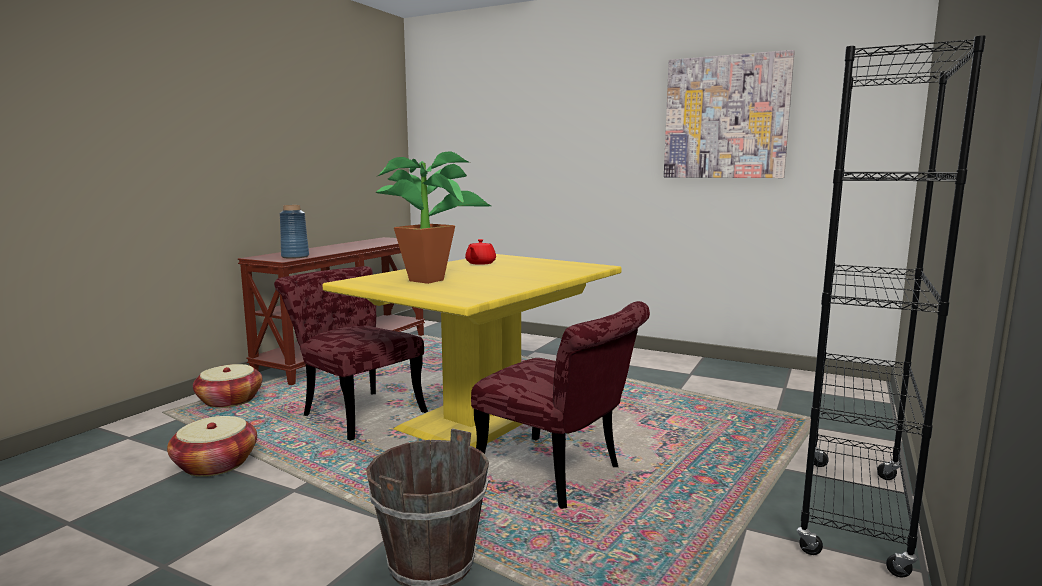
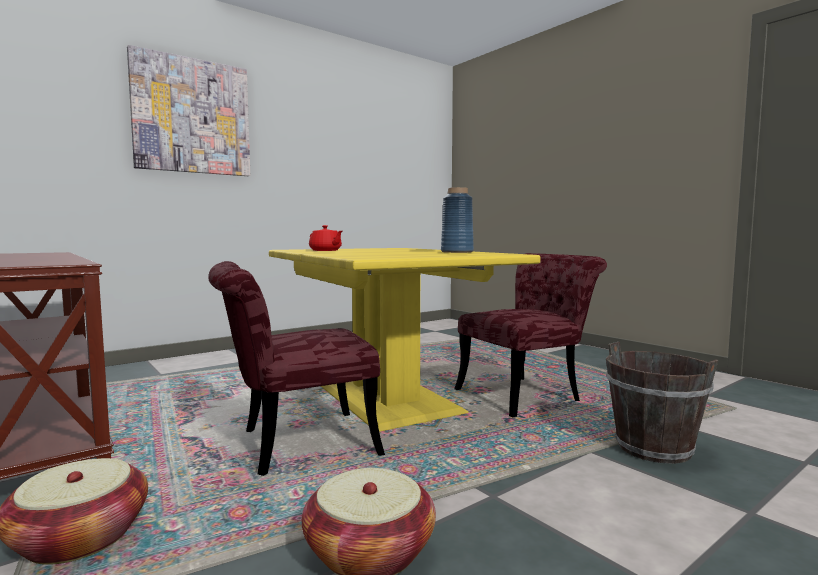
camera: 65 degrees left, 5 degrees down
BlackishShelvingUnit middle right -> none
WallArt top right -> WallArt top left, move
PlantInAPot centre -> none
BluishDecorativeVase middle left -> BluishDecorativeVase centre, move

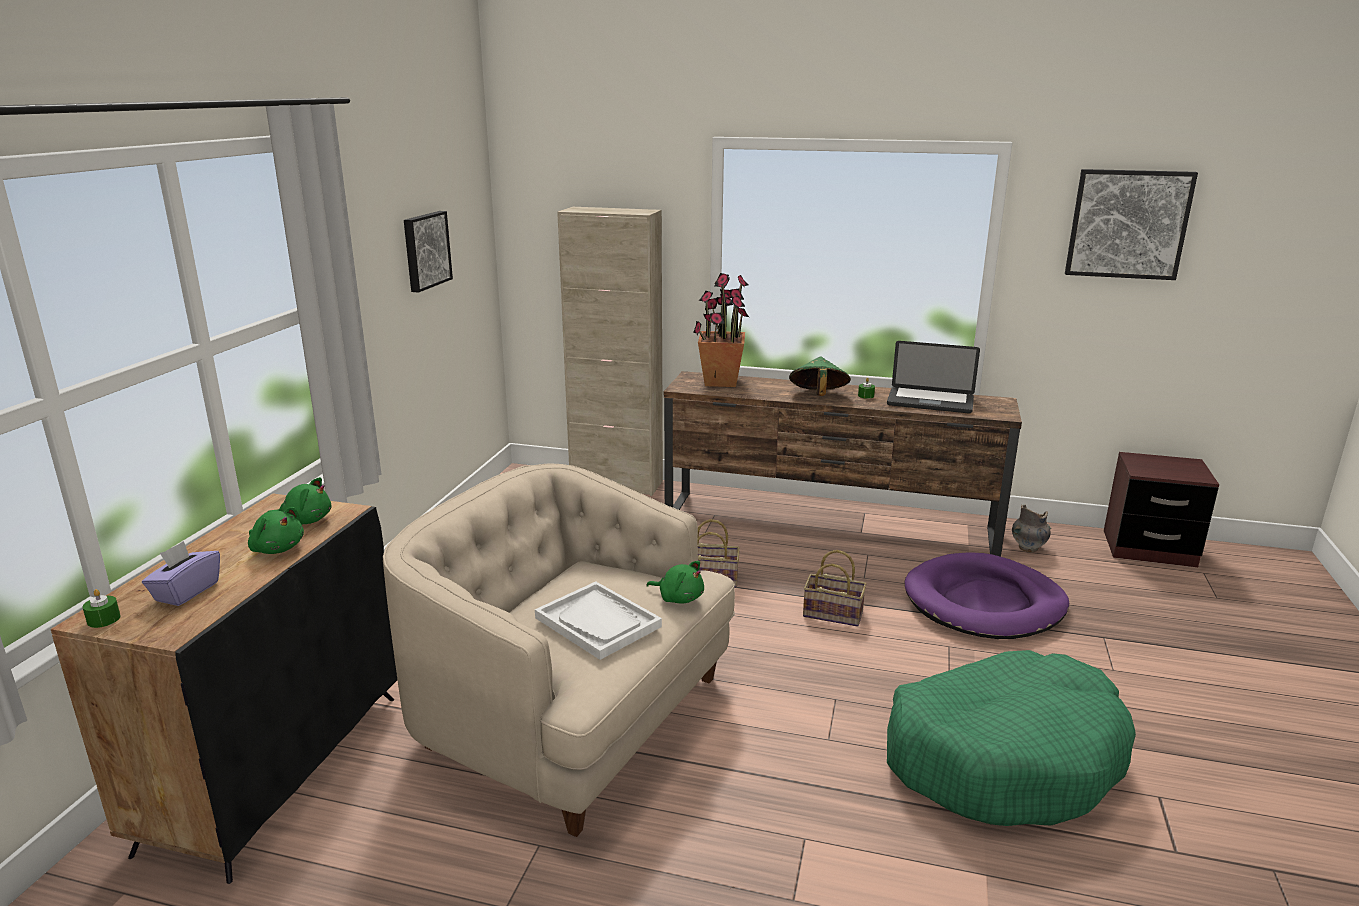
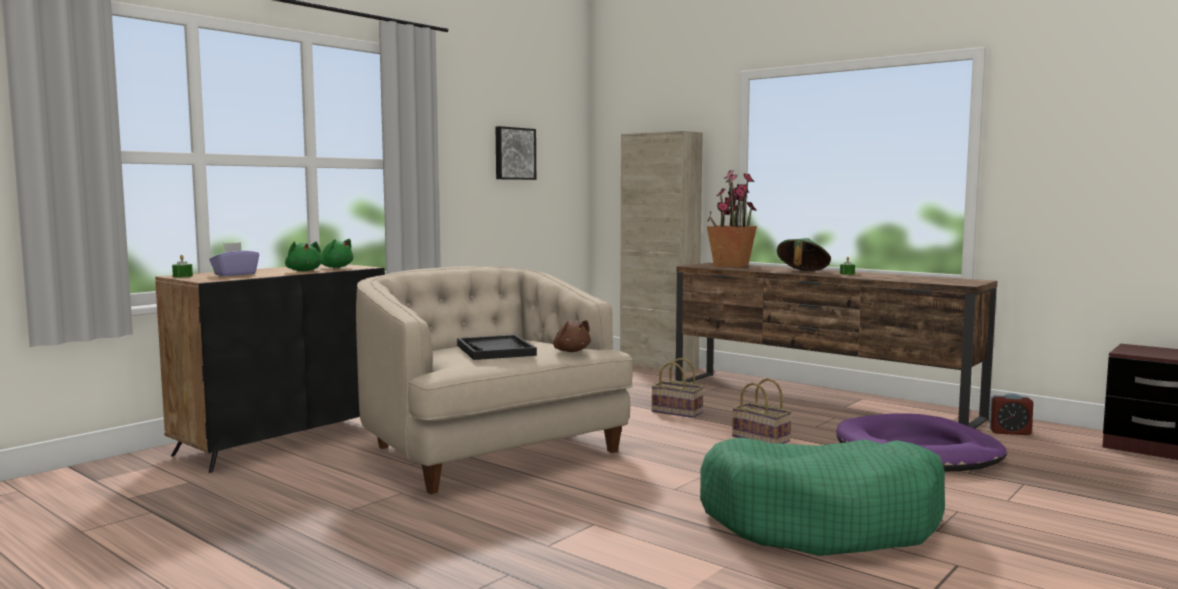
camera: 25 degrees right, 15 degrees down
WallArt (2nd from left) top right -> none
Laptop middle right -> none
GrayDecorativeVase middle right -> BedsideClock bottom right
GreenishCuddlyToy (3rd from left) centre -> BrownCuddlyToy centre
WhiteCarryingTray bottom centre -> BlackishCarryingTray centre

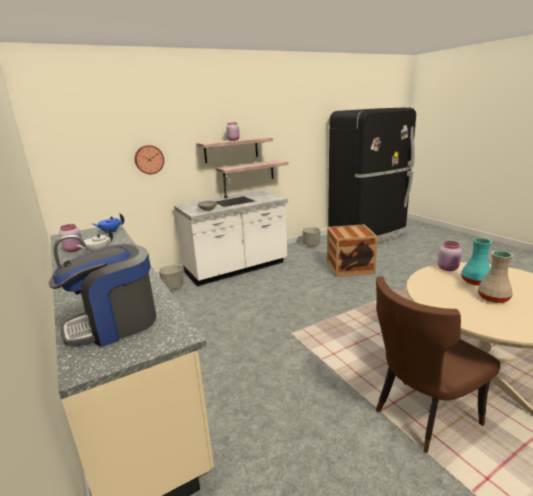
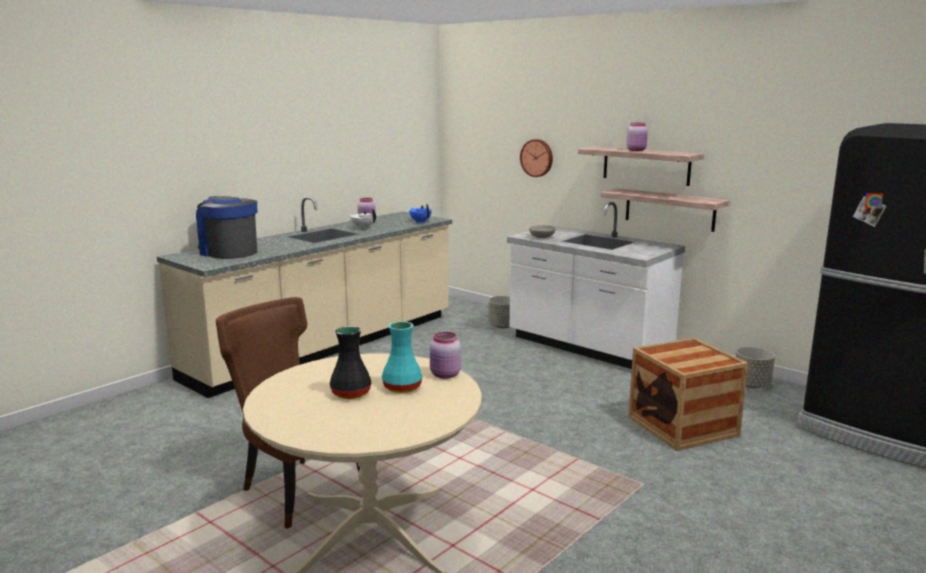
camera: 70 degrees right, 5 degrees down
BeigeColouredDecorativeVase middle right -> BlackishDecorativeVase centre

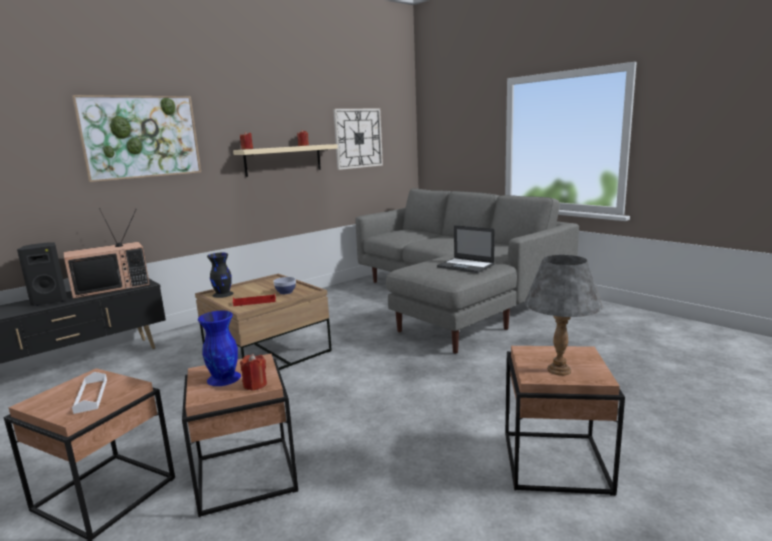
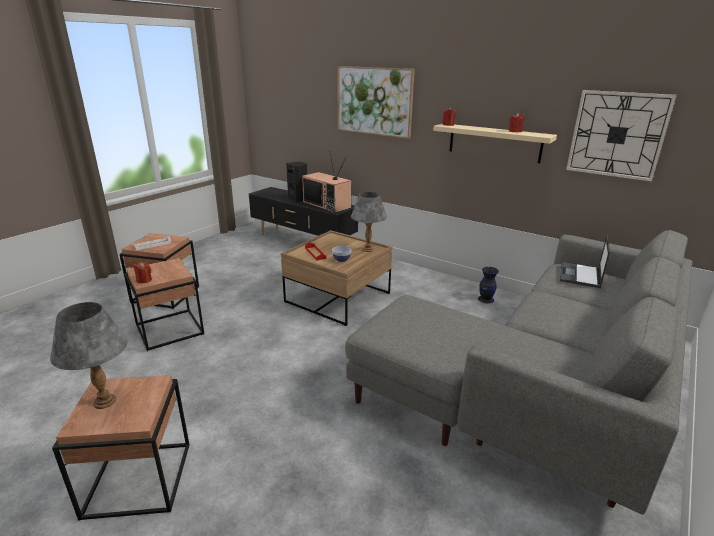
camera: 75 degrees right, 10 degrees up
Laptop centre -> Laptop middle right, move
BlackishDecorativeVase middle left -> BlackishDecorativeVase middle right, move
BluishDecorativeVase middle left -> none
none -> GrayLampForATable (2nd from left) centre

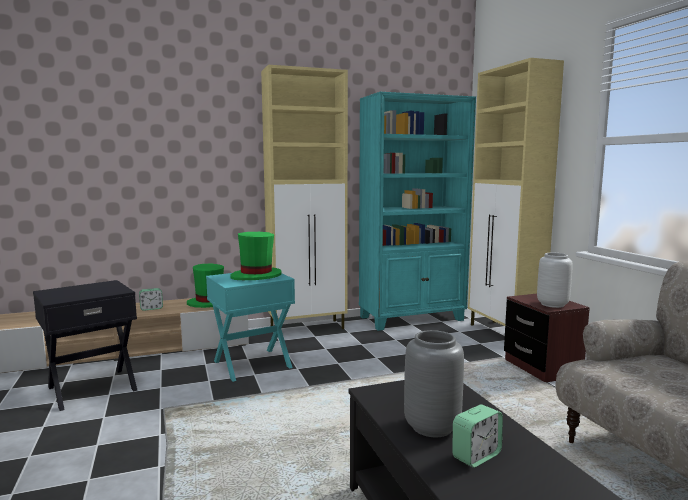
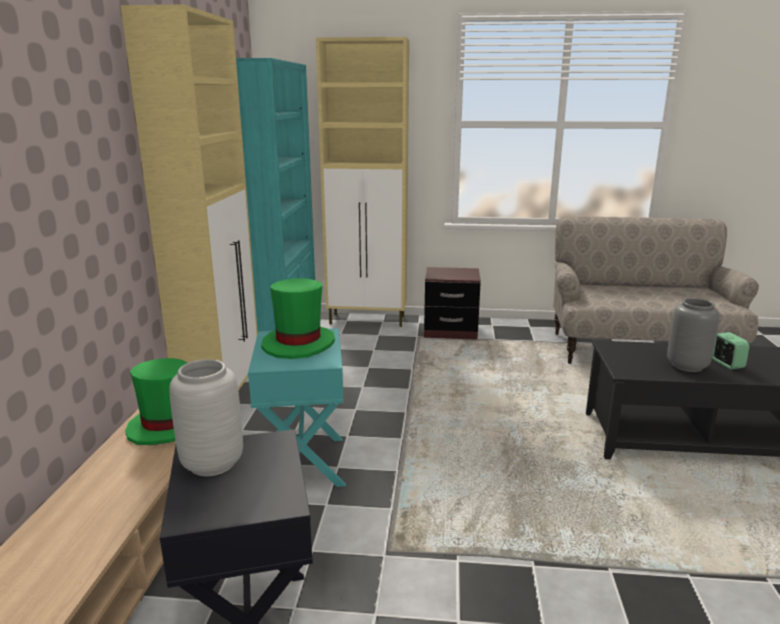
camera: 65 degrees left, 10 degrees up
GrayDecorativeVase (2nd from left in the first image) middle right -> GrayDecorativeVase (1st from left) bottom left, move
BedsideClock (1st from left) middle left -> none

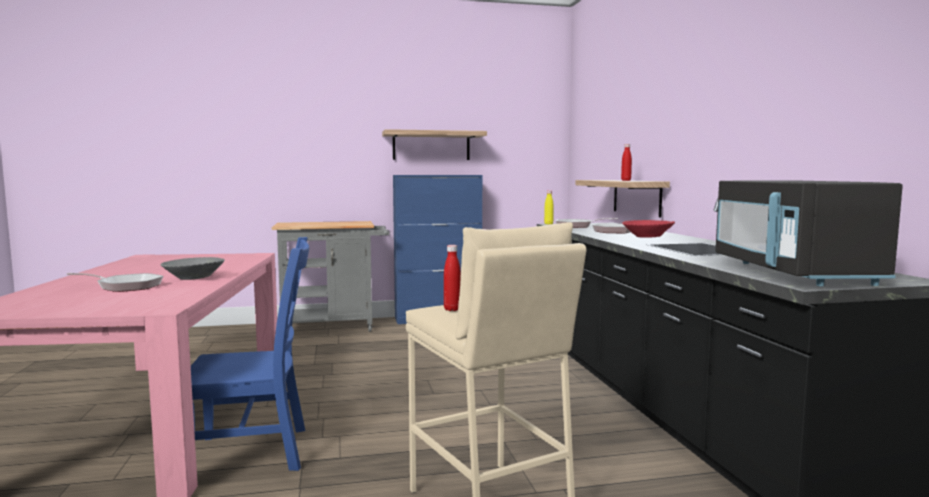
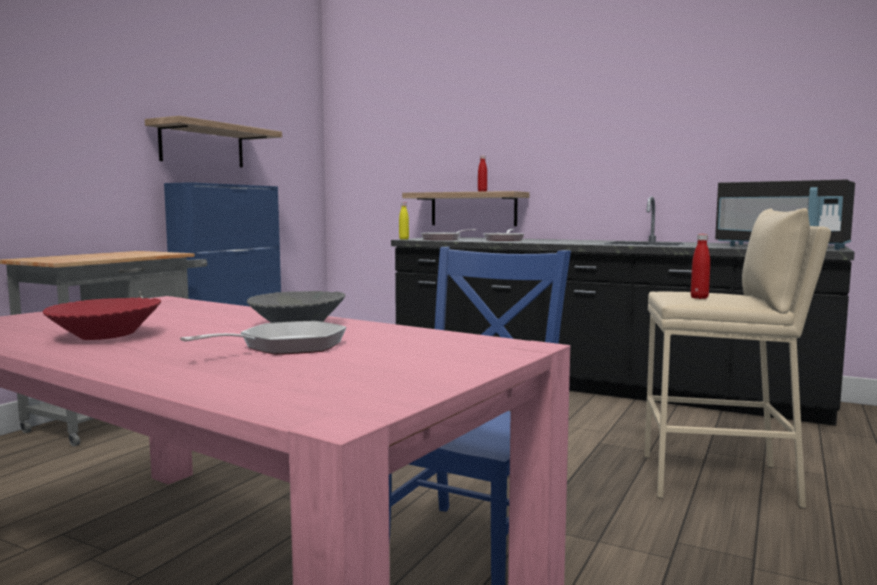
camera: 50 degrees left, 0 degrees up
RedColouredDeepDish middle right -> RedColouredDeepDish middle left, move

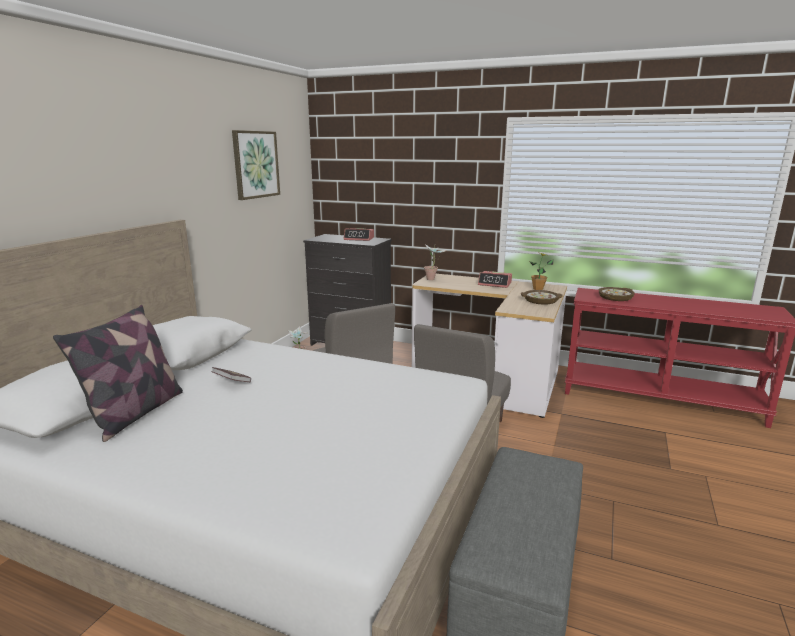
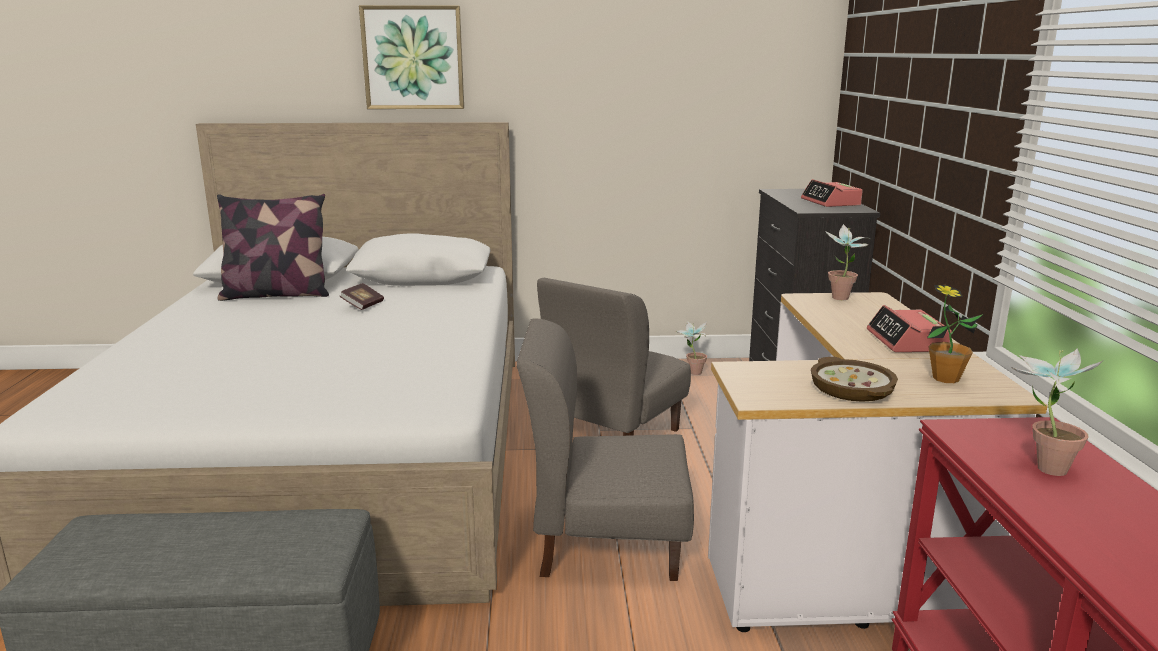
camera: 65 degrees right, 0 degrees up
WallArt top left -> WallArt top centre, move
DeepDish (2nd from left) middle right -> PlantInAPot (4th from left) middle right

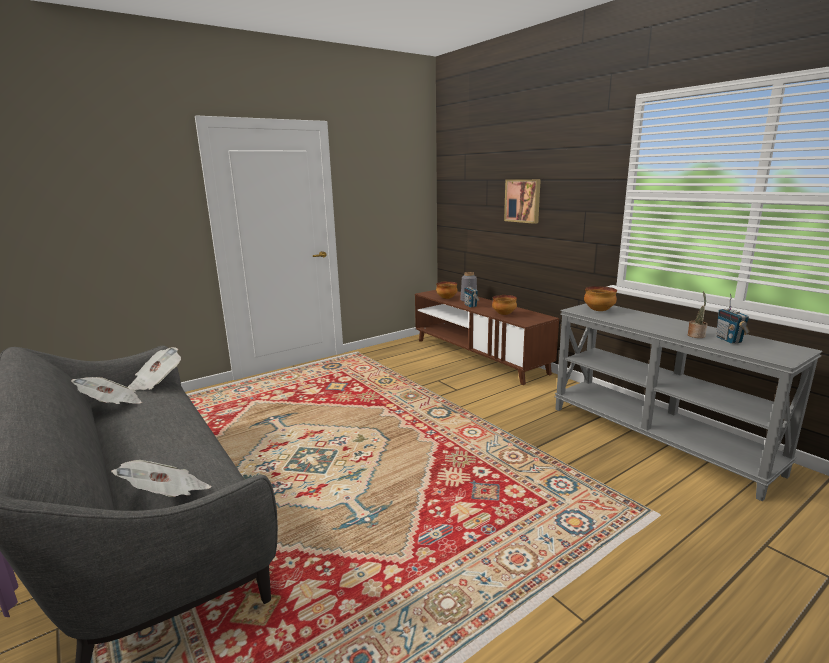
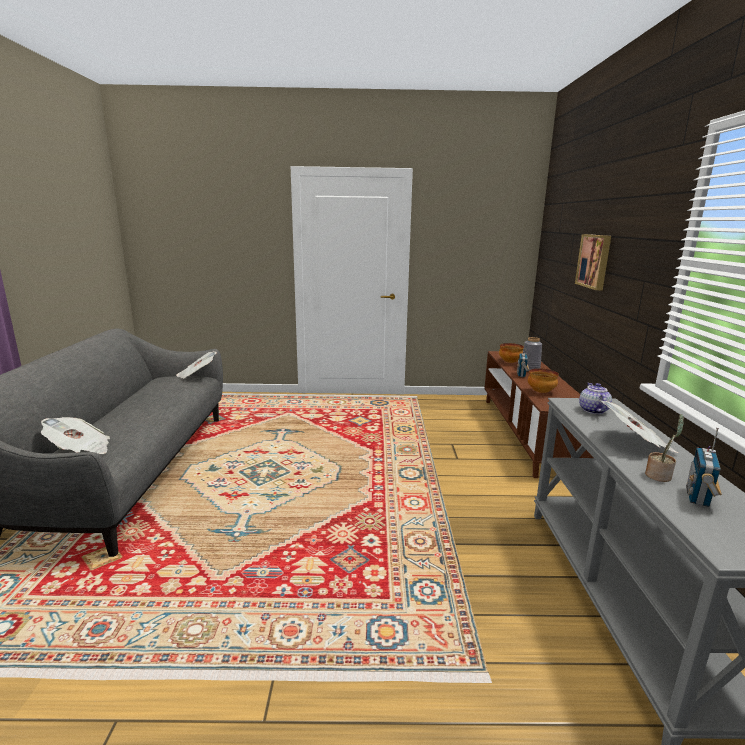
camera: 35 degrees right, 0 degrees up
DeepDish (3rd from left) middle right -> PotForTea middle right
DailyPaper (1st from left in the first image) middle left -> DailyPaper (3rd from left) middle right, move

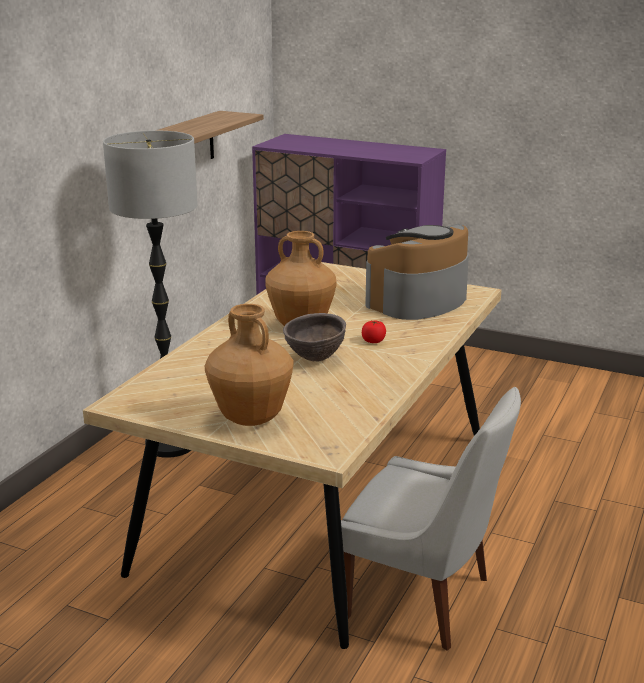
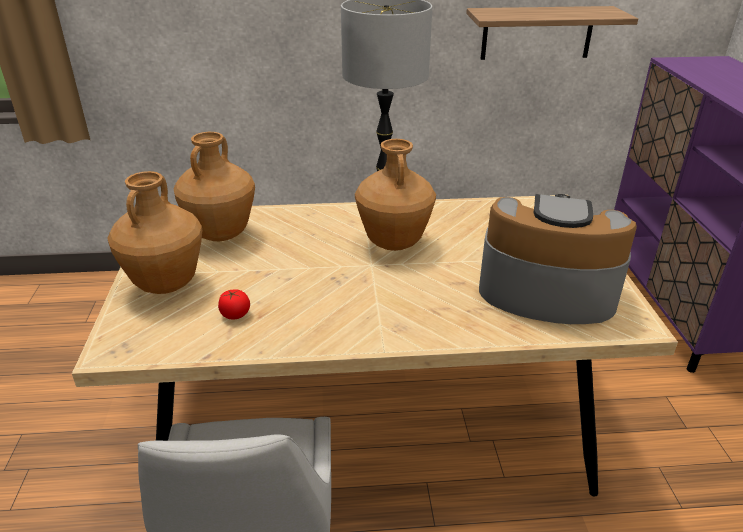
camera: 60 degrees right, 10 degrees up
BrownDeepDish centre -> none
WholeTomato centre -> WholeTomato middle left, move
none -> BrownDecorativeVase (2nd from left) middle left

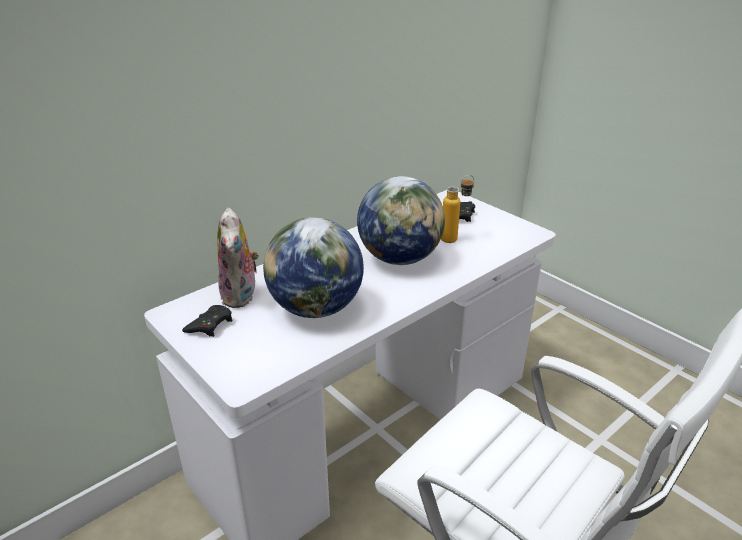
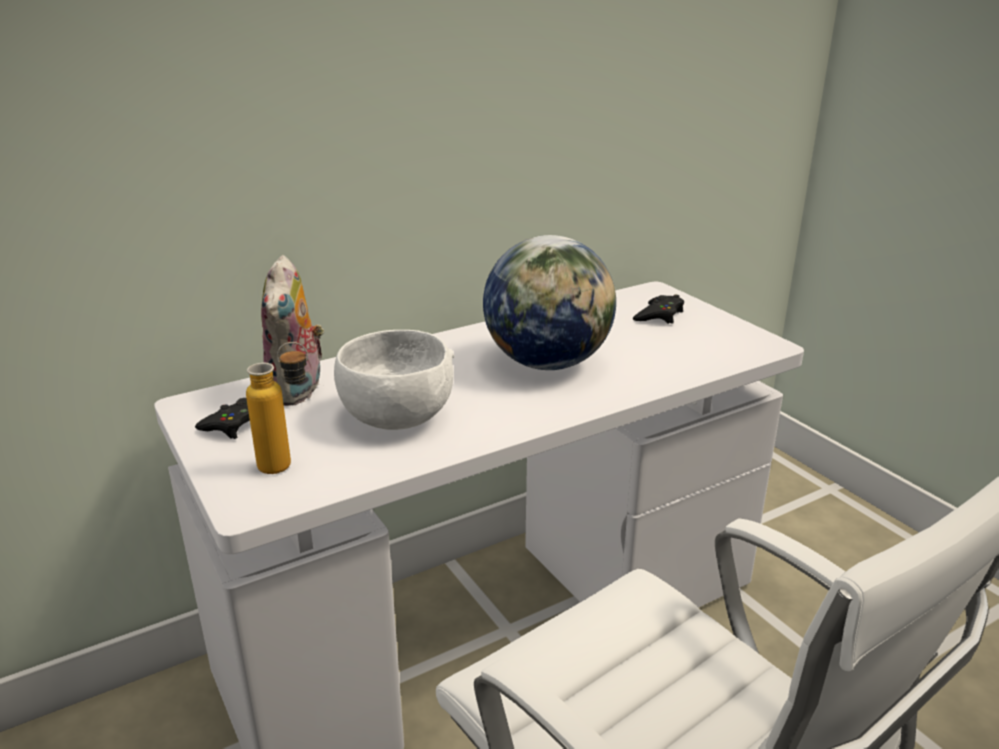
camera: 10 degrees right, 5 degrees down
Bottle centre -> Bottle middle left, move
WorldGlobe (1st from left) centre -> WhiteDeepDish centre

